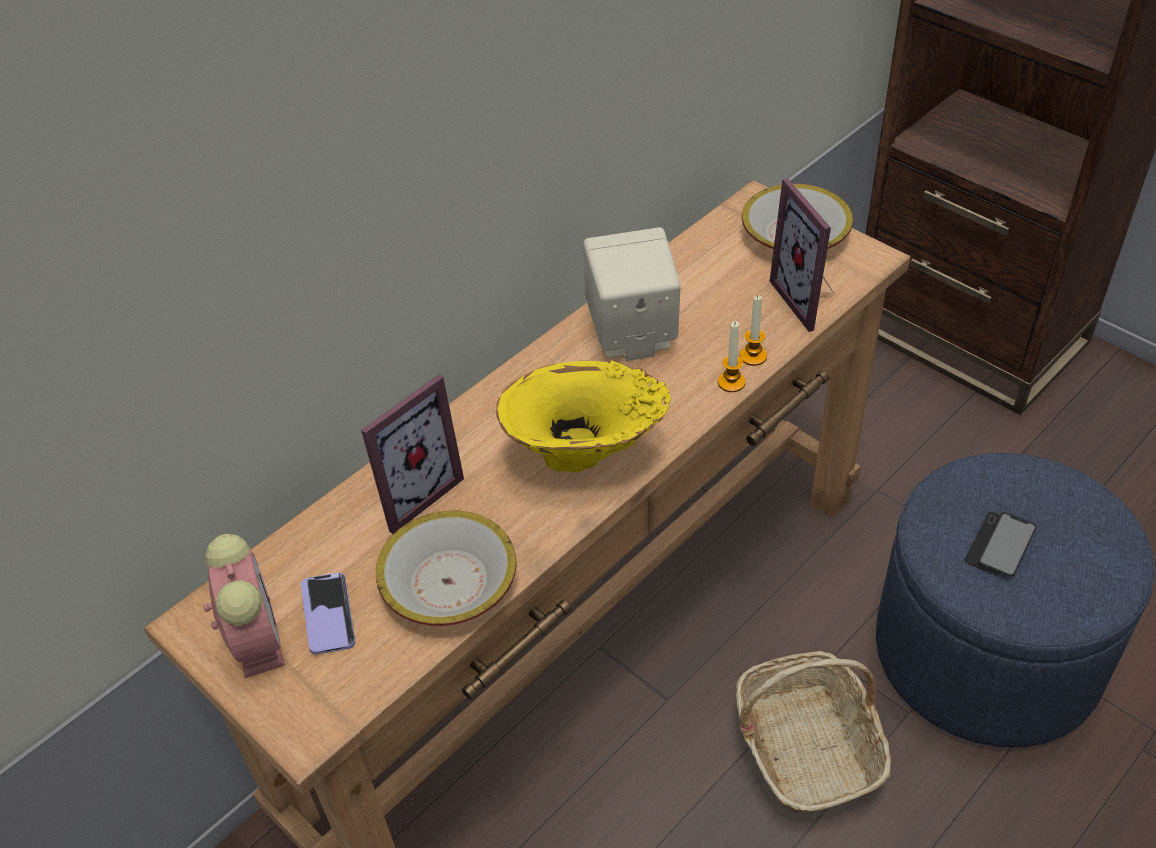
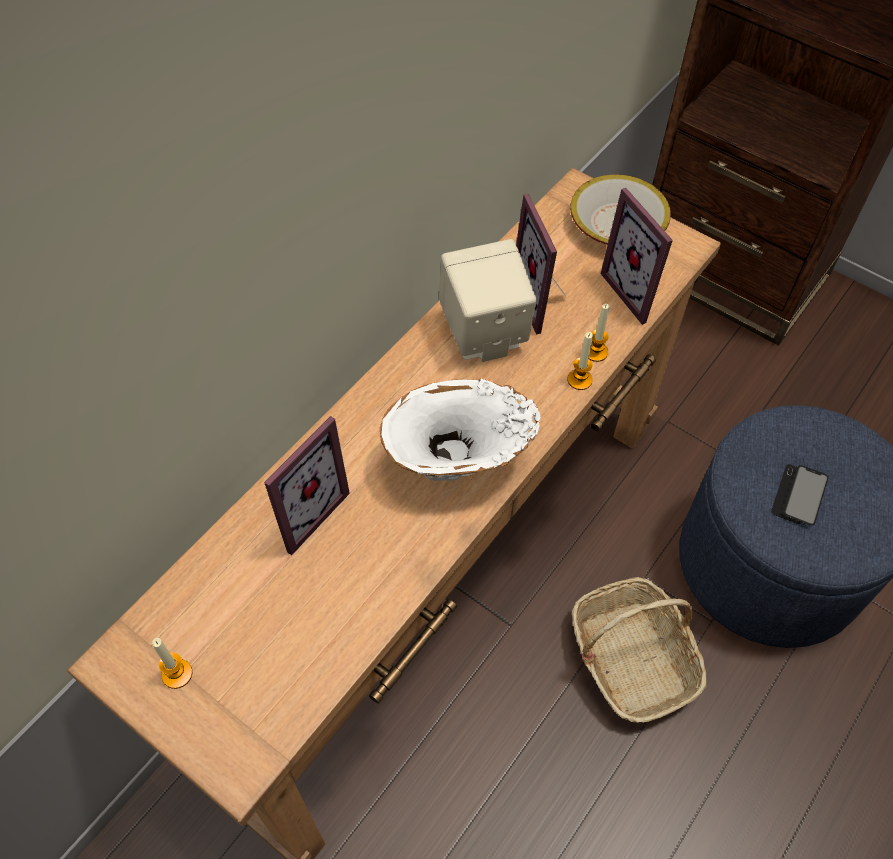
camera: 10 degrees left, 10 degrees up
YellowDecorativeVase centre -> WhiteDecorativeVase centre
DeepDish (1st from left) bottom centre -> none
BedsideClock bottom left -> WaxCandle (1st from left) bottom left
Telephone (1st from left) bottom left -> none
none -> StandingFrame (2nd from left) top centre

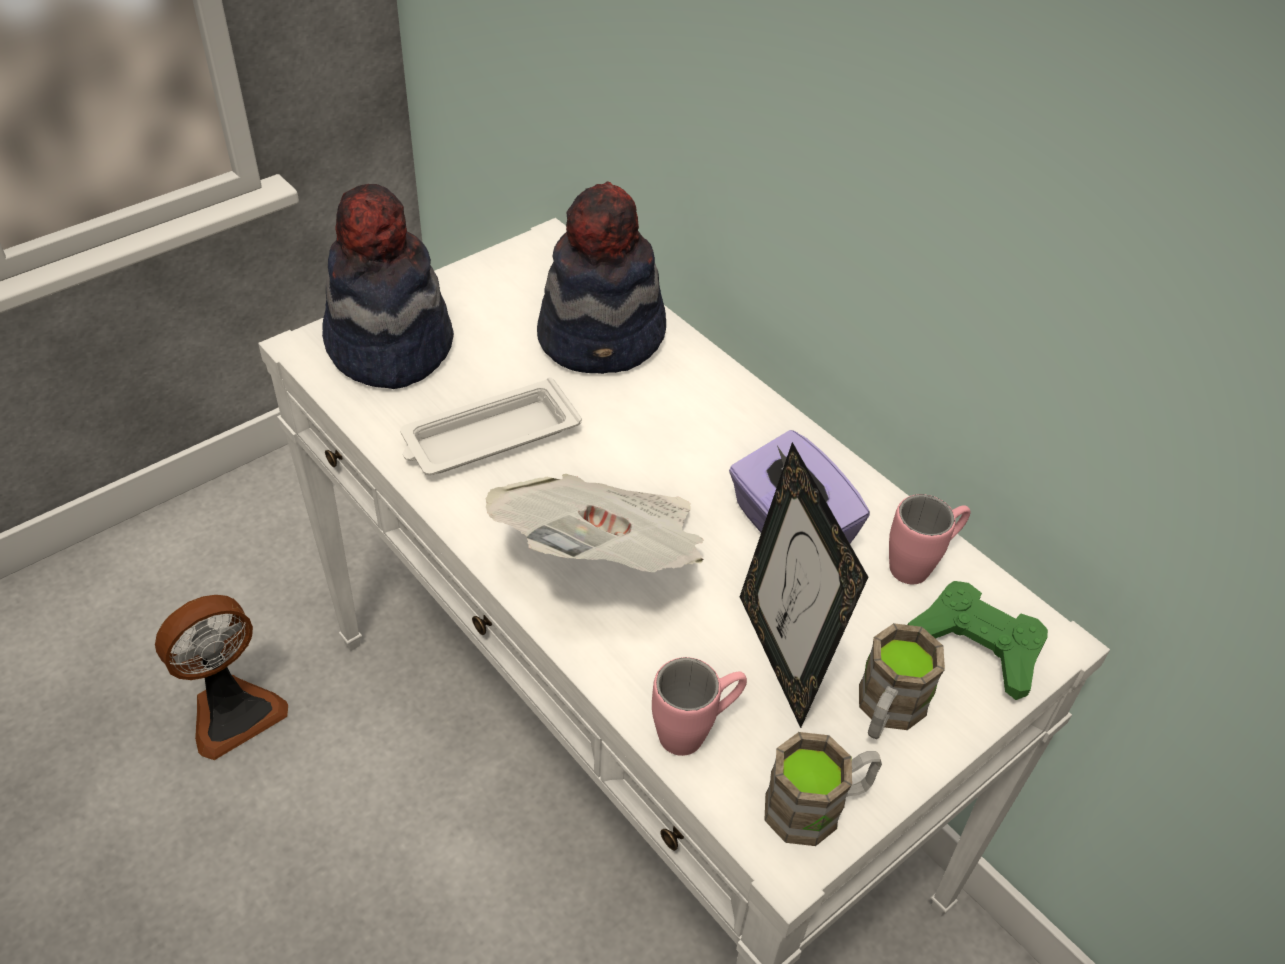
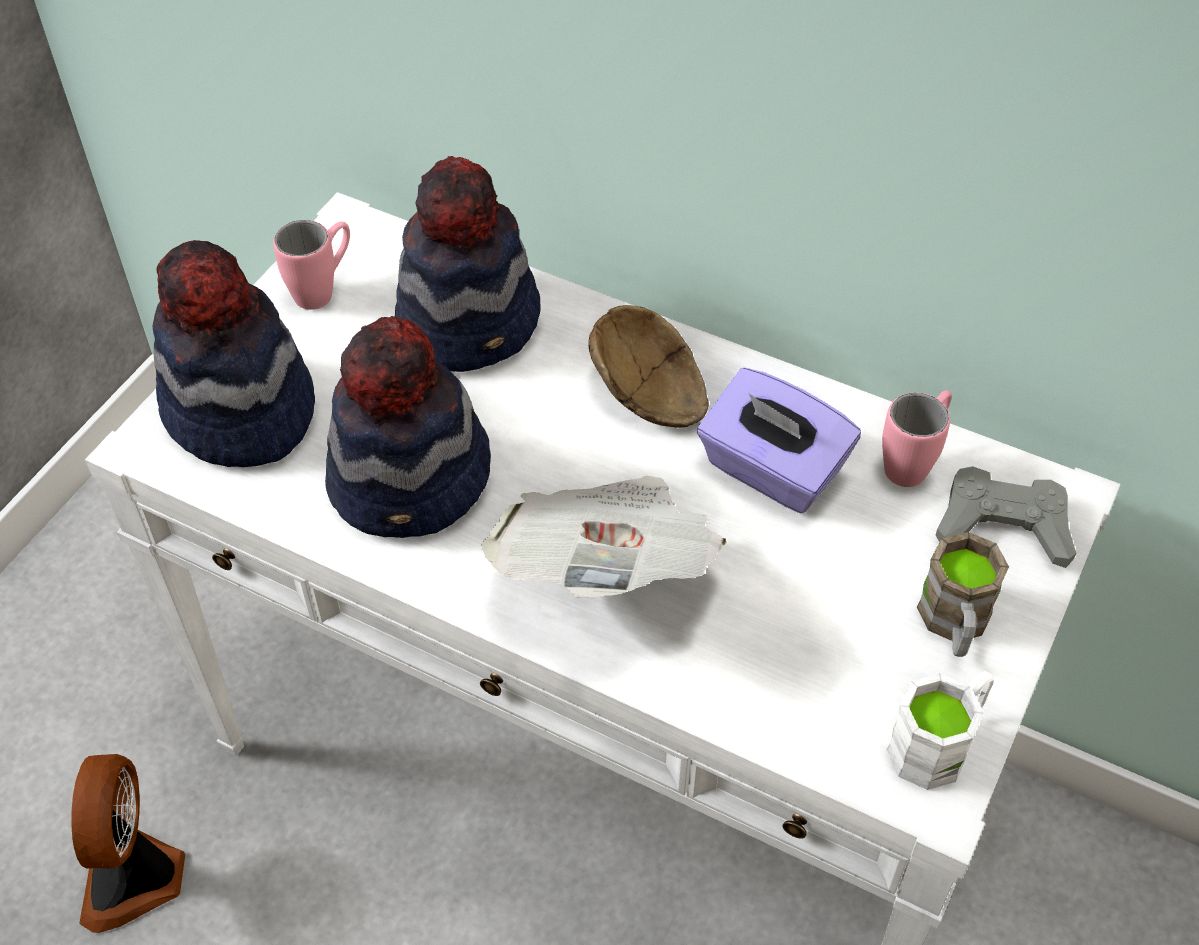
camera: 20 degrees left, 5 degrees up
WhiteCarryingTray centre -> ClothingHat (2nd from left) centre
StandingFrame centre -> none
GreenishGameController middle right -> GrayGameController middle right
CoolingFan bottom left, 150 degrees clockwise
PinkishMug (1st from left) bottom centre -> PinkishMug (1st from left) top left, move
BrownMug (1st from left) bottom centre -> WhiteMug bottom right
none -> BrownDeepDish centre

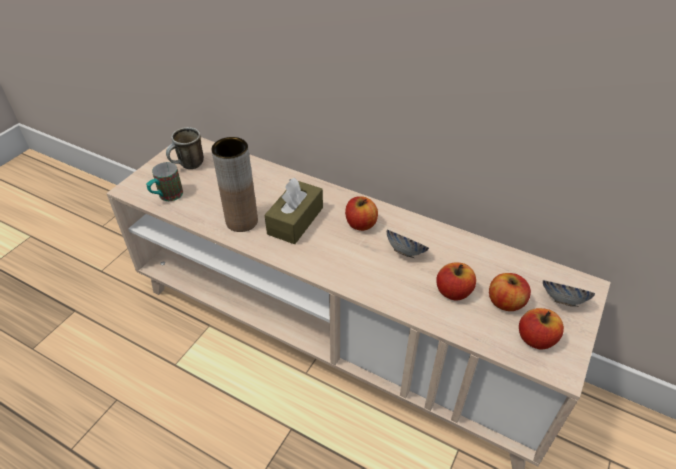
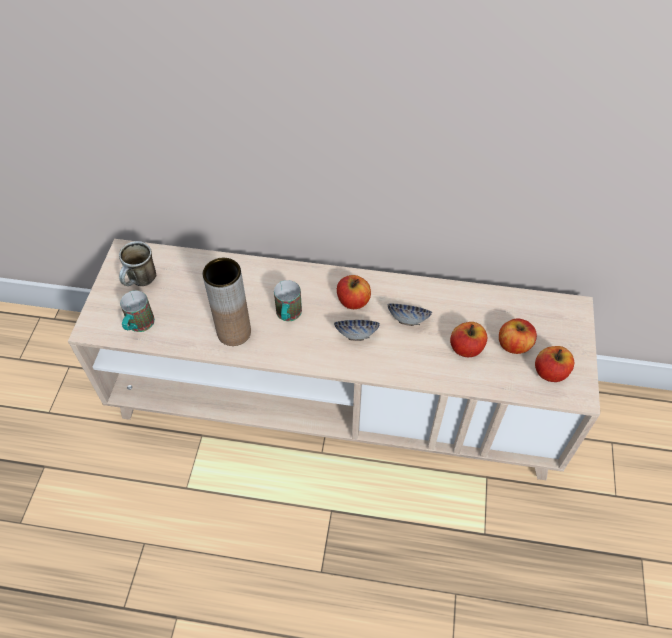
camera: 20 degrees left, 10 degrees up
BrownBoxOfTissues centre -> Mug (3rd from left) centre
DeepDish (2nd from left in the first image) middle right -> DeepDish (1st from left) centre, move

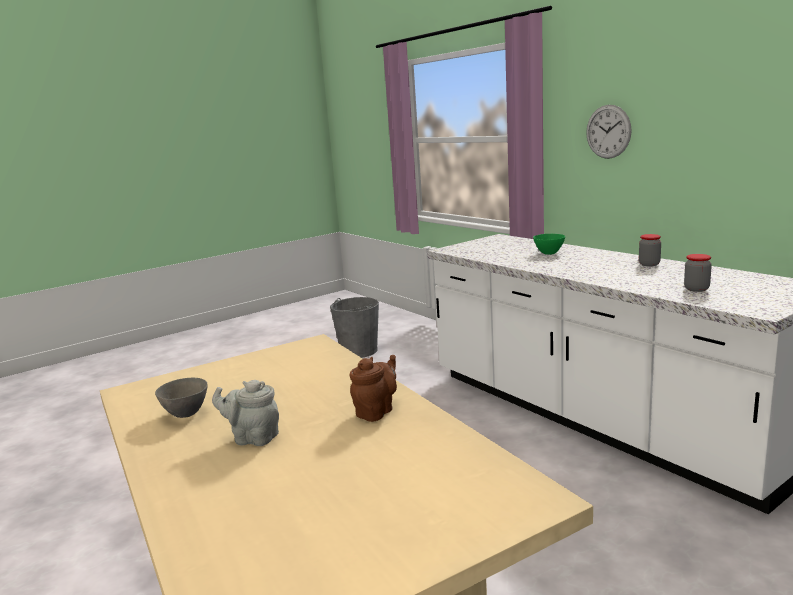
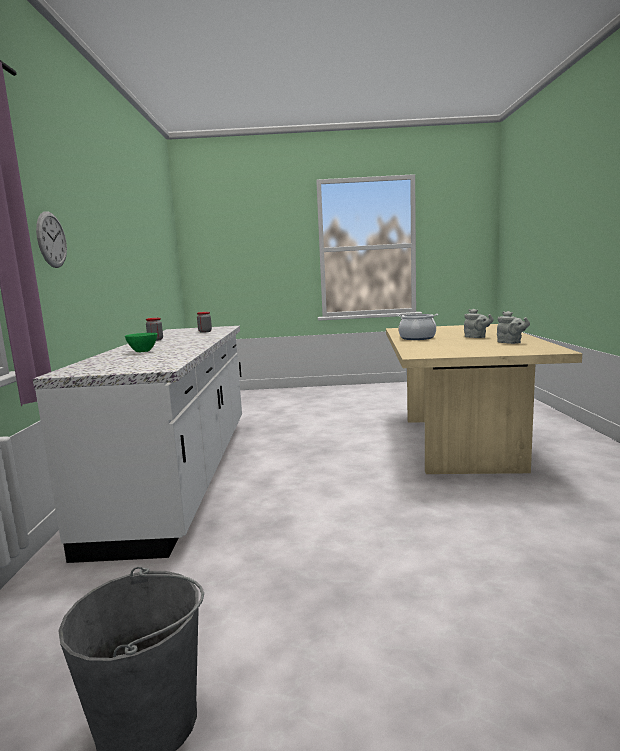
camera: 145 degrees left, 5 degrees down
BrownPotForTea centre -> Saucepot middle right
GrayDeepDish bottom left -> GrayPotForTea (2nd from left) middle right

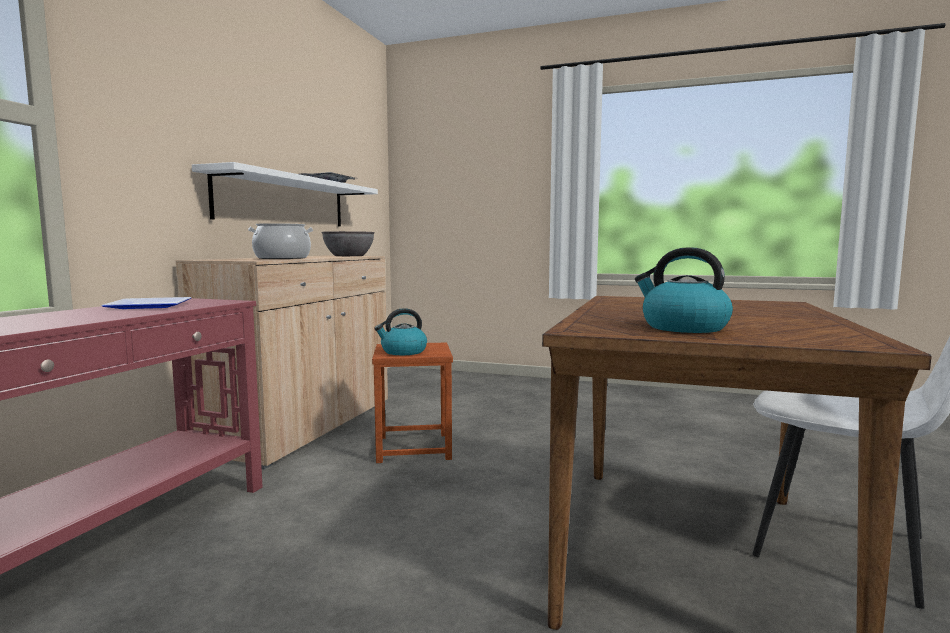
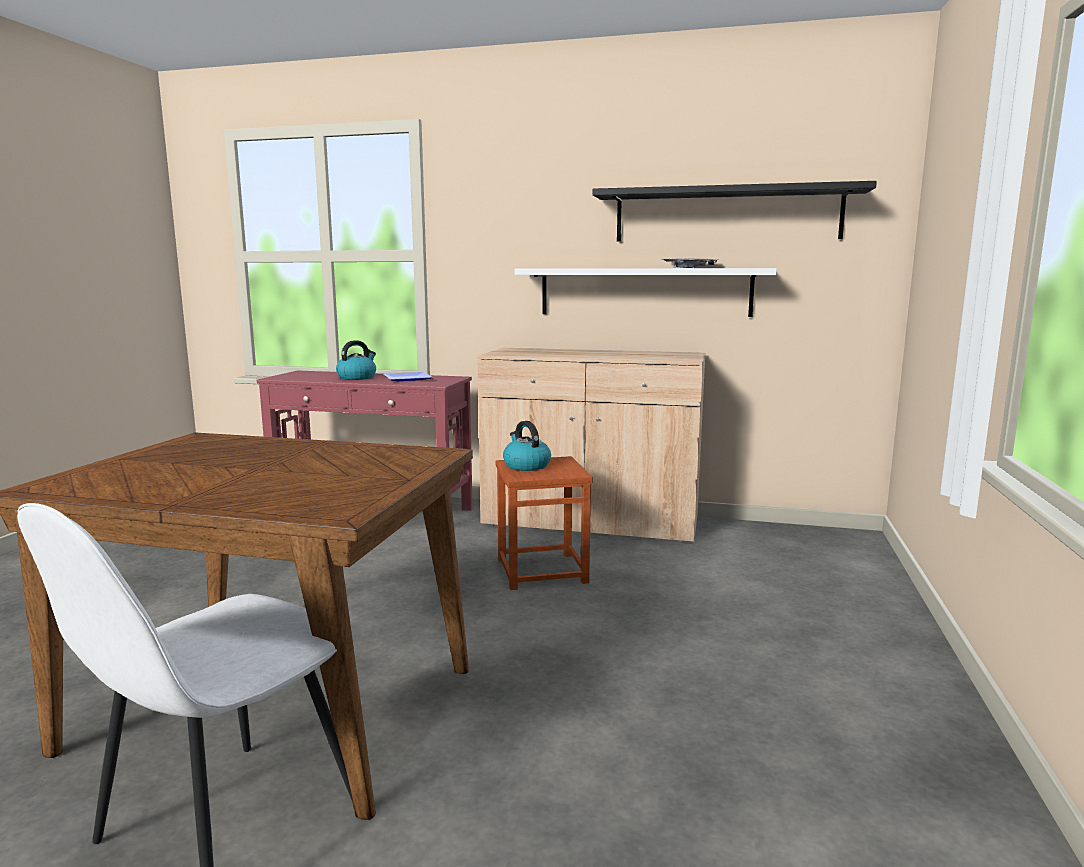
camera: 85 degrees right, 5 degrees up
Saucepot middle left -> none
GrayDeepDish centre -> none
TeaKettle (2nd from left in the first image) middle right -> TeaKettle (1st from left) middle left, move
none -> BlackishBracketShelf top right

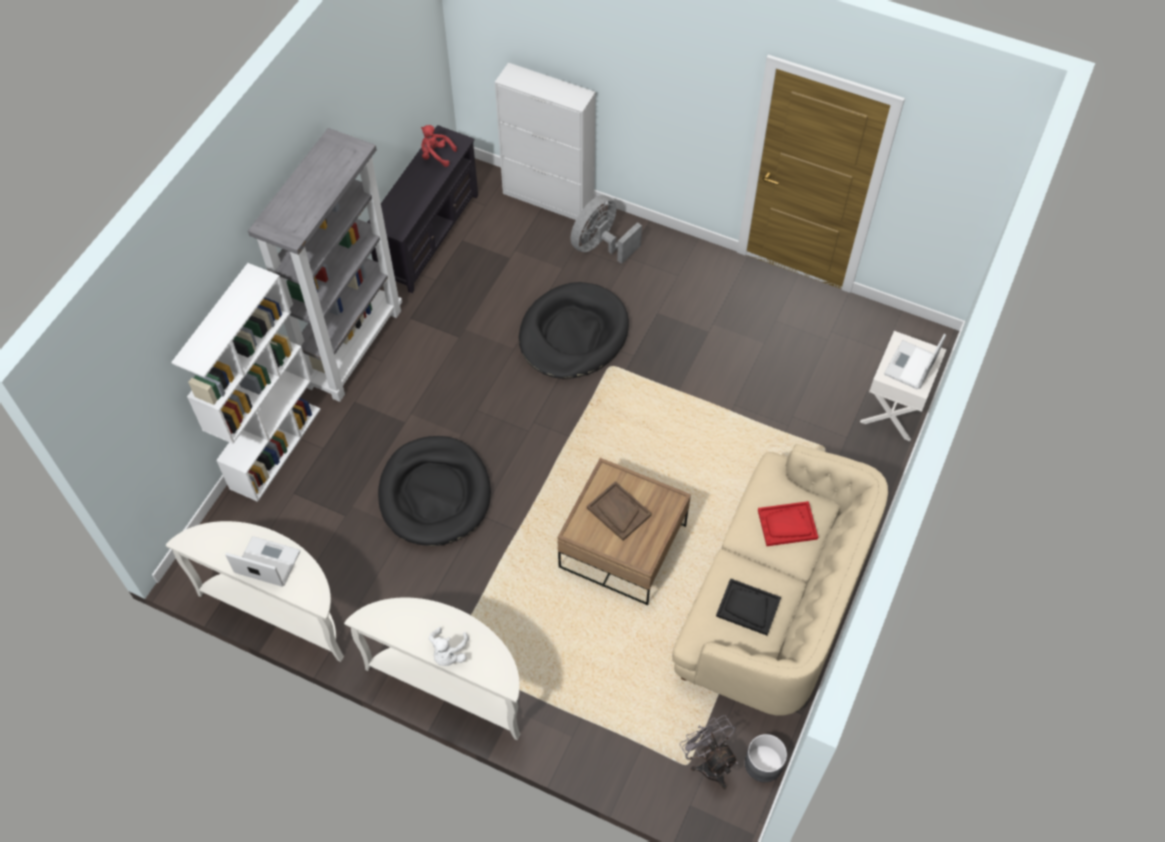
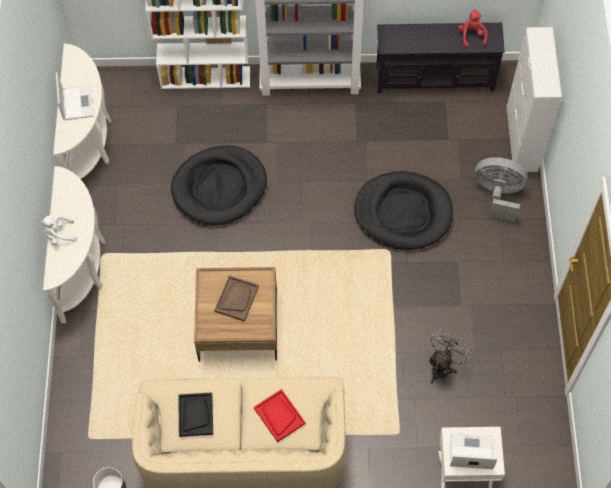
camera: 65 degrees right, 5 degrees up
GrayCoolingFan (2nd from left in the first image) bottom centre -> GrayCoolingFan (1st from left) bottom right, move

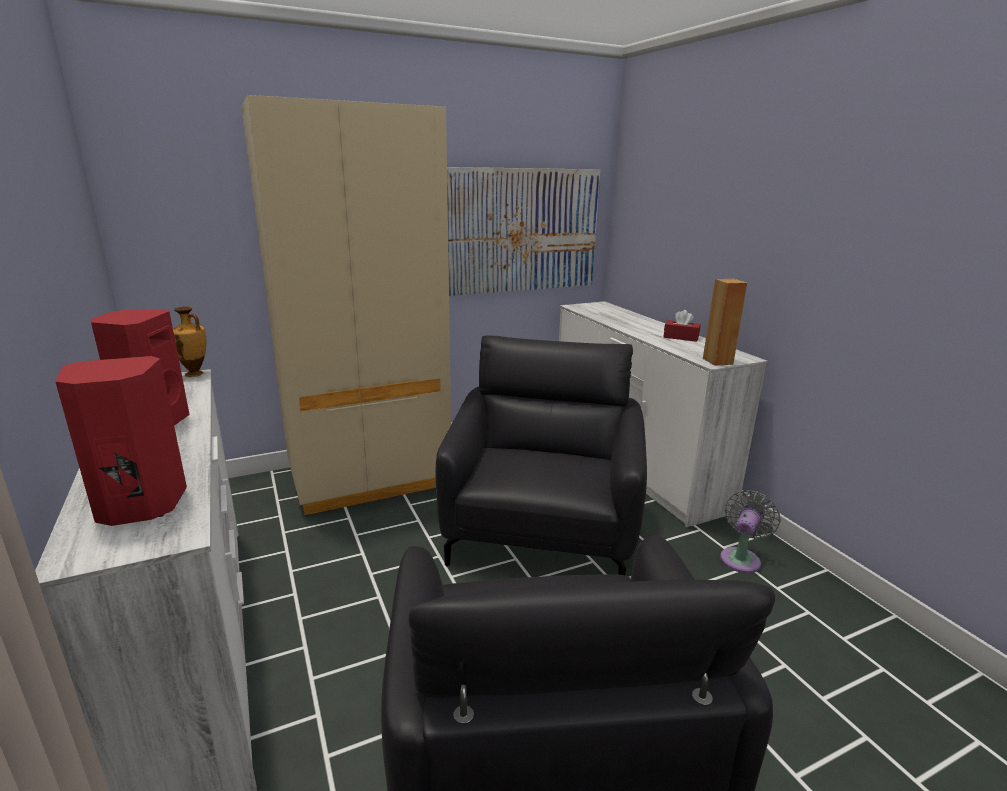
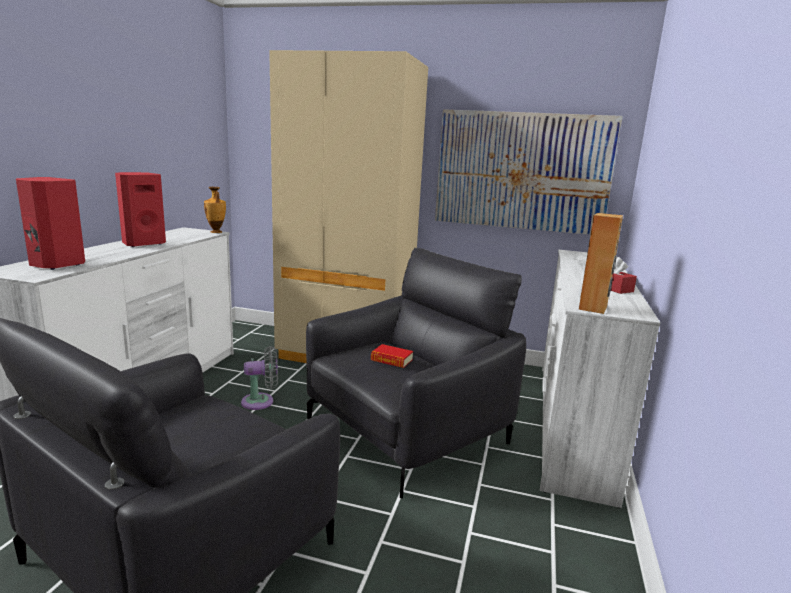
camera: 40 degrees right, 5 degrees down
GrayCoolingFan bottom right -> GrayCoolingFan middle left, move
none -> Book centre

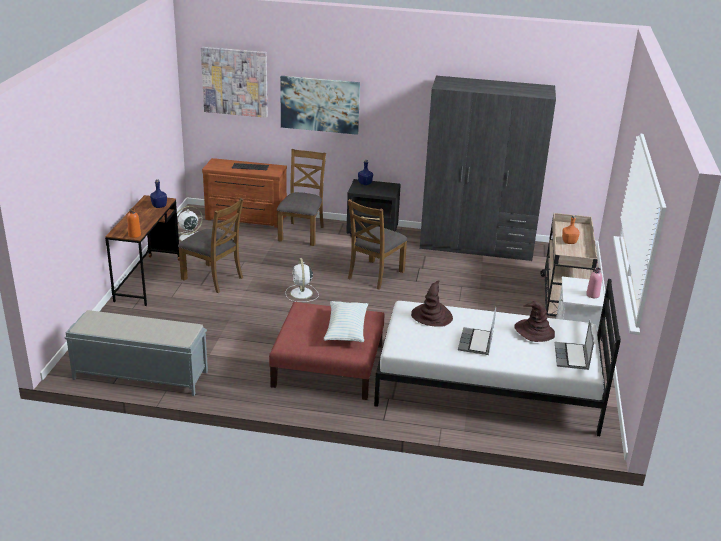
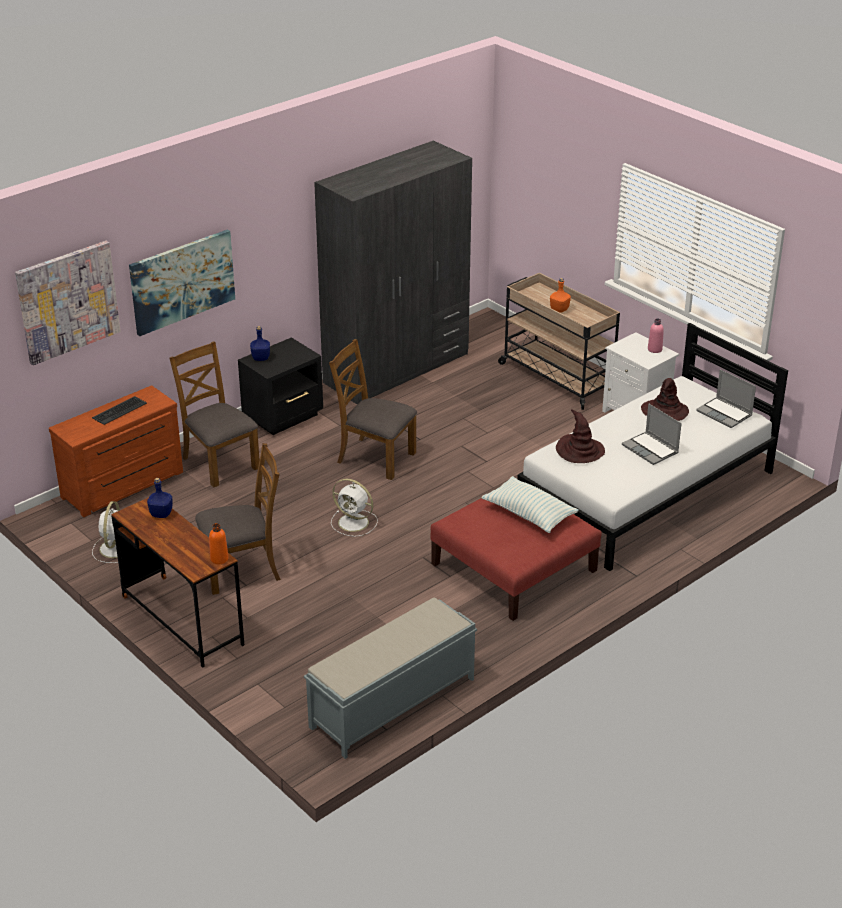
camera: 50 degrees left, 5 degrees up
BrownPlainChair (3rd from left) centre, 135 degrees clockwise

